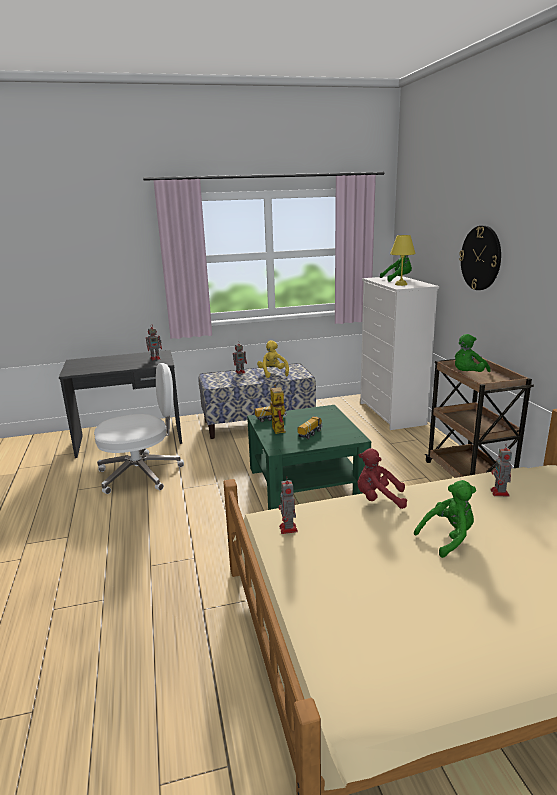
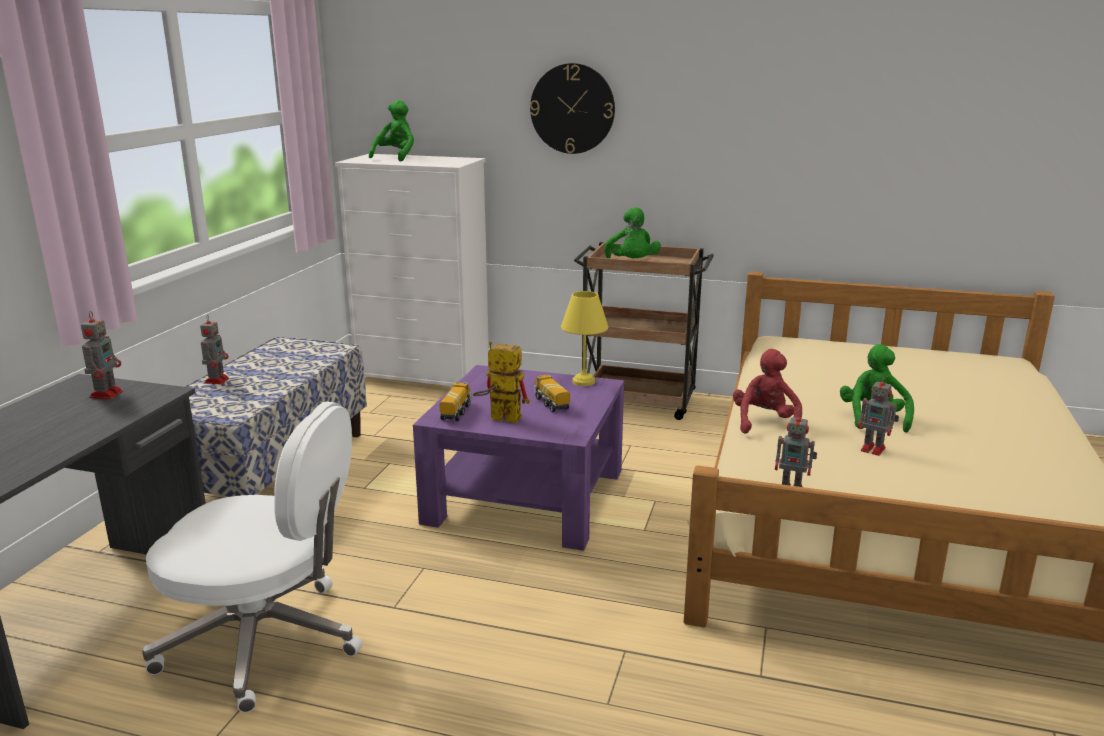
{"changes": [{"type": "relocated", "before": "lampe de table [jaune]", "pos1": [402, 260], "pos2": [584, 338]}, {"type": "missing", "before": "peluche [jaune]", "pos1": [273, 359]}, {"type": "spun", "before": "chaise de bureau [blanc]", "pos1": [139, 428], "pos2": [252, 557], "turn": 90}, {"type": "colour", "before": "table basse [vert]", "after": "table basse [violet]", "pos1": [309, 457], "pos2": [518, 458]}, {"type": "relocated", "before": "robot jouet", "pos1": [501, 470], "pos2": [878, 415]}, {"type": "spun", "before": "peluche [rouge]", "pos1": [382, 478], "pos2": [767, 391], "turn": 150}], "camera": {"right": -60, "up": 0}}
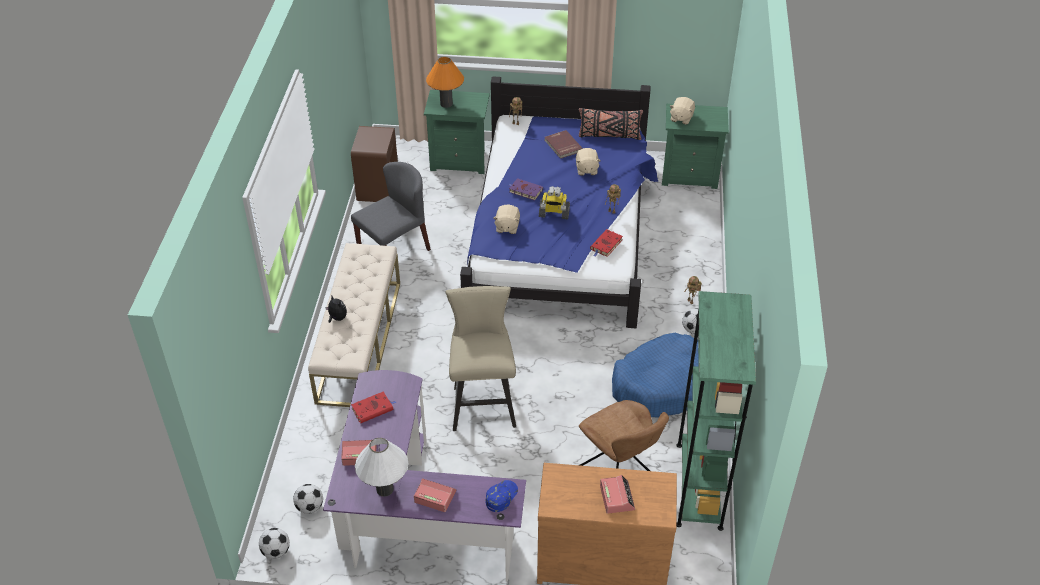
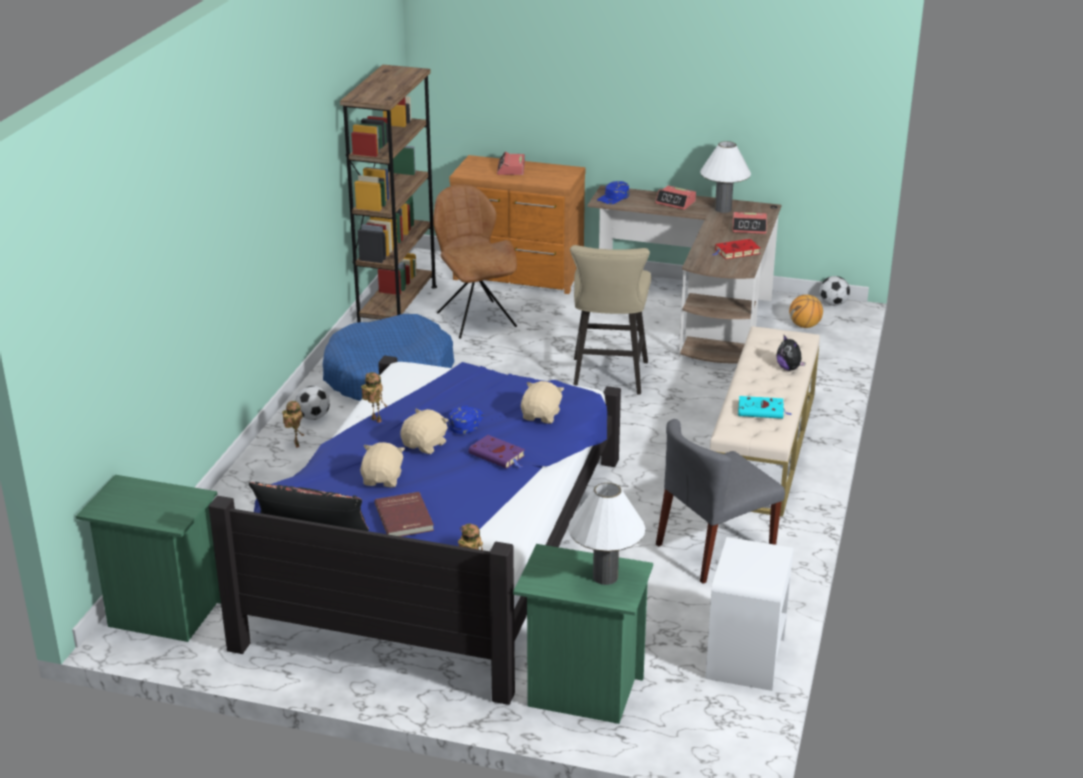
{"changes": [{"type": "colour", "before": "lampe de table [orange]", "after": "lampe de table [blanc]", "pos1": [445, 82], "pos2": [607, 534]}, {"type": "relocated", "before": "peluche [beige]", "pos1": [682, 111], "pos2": [424, 431]}, {"type": "colour", "before": "table de chevet [marron]", "after": "table de chevet [blanc]", "pos1": [374, 164], "pos2": [749, 614]}, {"type": "exchanged", "before": "robot jouet", "after": "casquette [bleu]", "pos1": [554, 202], "pos2": [466, 419]}, {"type": "missing", "before": "livre [rouge]", "pos1": [606, 243]}, {"type": "colour", "before": "bibliothèque [vert]", "after": "bibliothèque [marron]", "pos1": [716, 411], "pos2": [388, 193]}, {"type": "colour", "before": "bureau [violet]", "after": "bureau [marron]", "pos1": [424, 476], "pos2": [684, 274]}, {"type": "exchanged", "before": "ballon de foot", "after": "ballon de basket", "pos1": [308, 499], "pos2": [806, 311]}, {"type": "appeared", "after": "livre [turquoise]", "pos2": [765, 407]}], "camera": {"right": -170, "up": -15}}
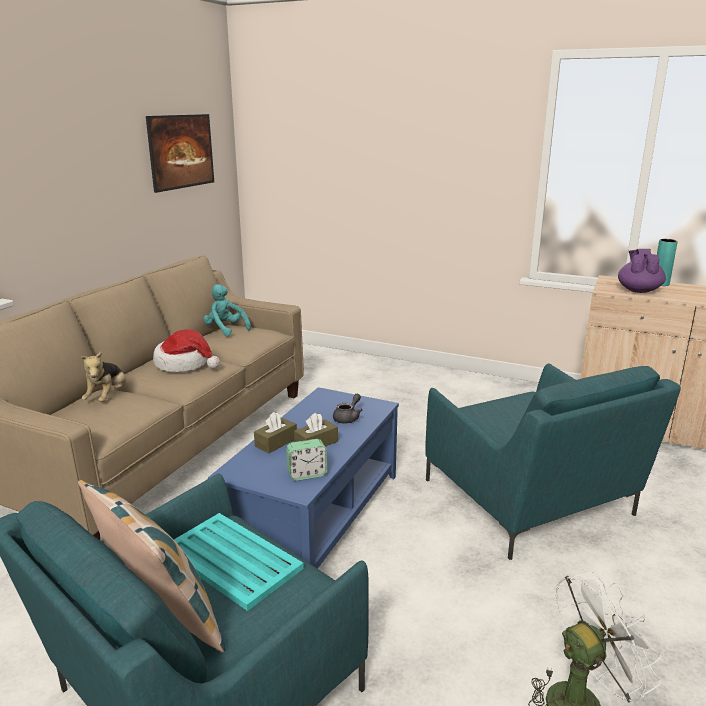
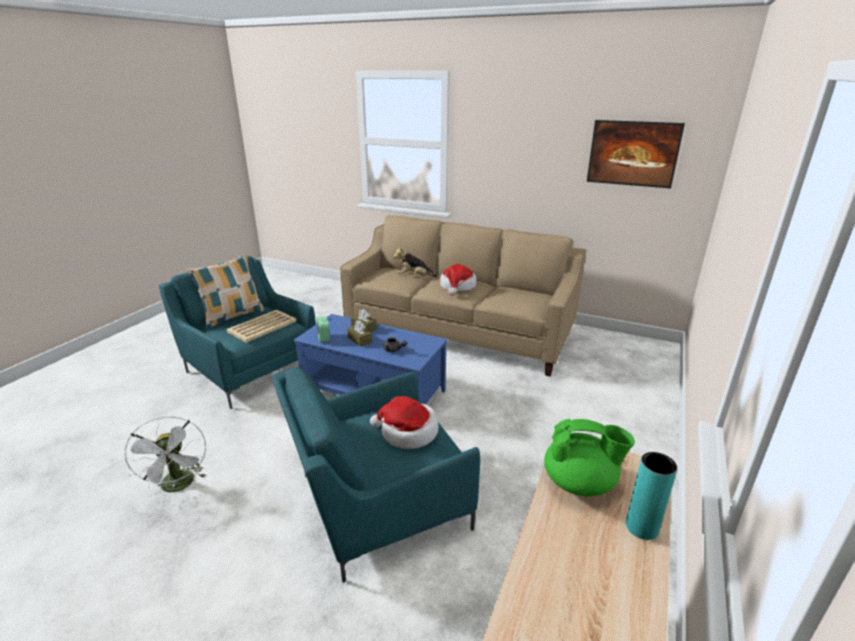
{"changes": [{"type": "colour", "before": "théière [violet]", "after": "théière [vert]", "pos1": [642, 271], "pos2": [589, 457]}, {"type": "missing", "before": "peluche [turquoise]", "pos1": [227, 310]}, {"type": "colour", "before": "plateau [turquoise]", "after": "plateau [beige]", "pos1": [239, 562], "pos2": [261, 326]}, {"type": "appeared", "after": "chapeau", "pos2": [404, 422]}], "camera": {"right": 90, "up": 5}}
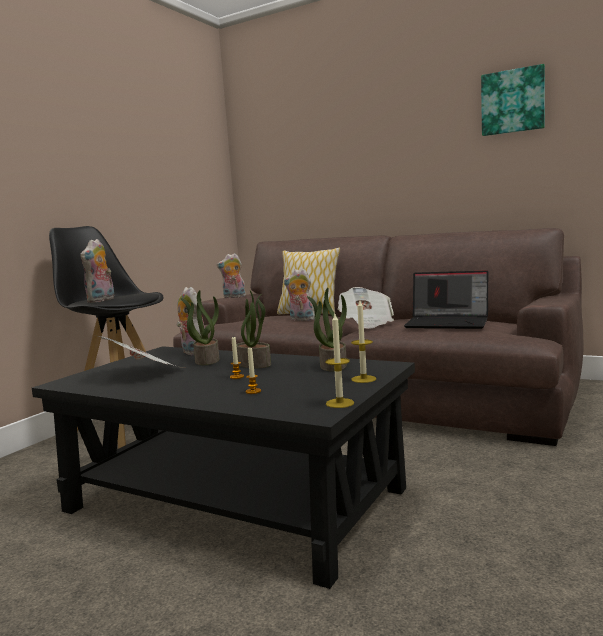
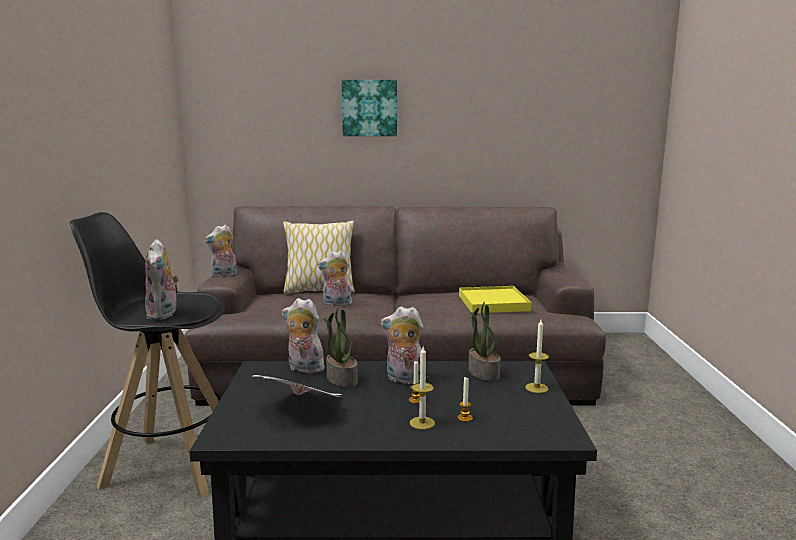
{"changes": [{"type": "relocated", "before": "tableau", "pos1": [513, 100], "pos2": [369, 108]}, {"type": "exchanged", "before": "ordinateur portable", "after": "plateau [jaune]", "pos1": [446, 299], "pos2": [495, 299]}, {"type": "missing", "before": "journal", "pos1": [366, 308]}, {"type": "exchanged", "before": "plante en pot", "after": "peluche", "pos1": [253, 329], "pos2": [402, 345]}, {"type": "relocated", "before": "bougie", "pos1": [339, 360], "pos2": [422, 388]}], "camera": {"right": -30, "up": 5}}
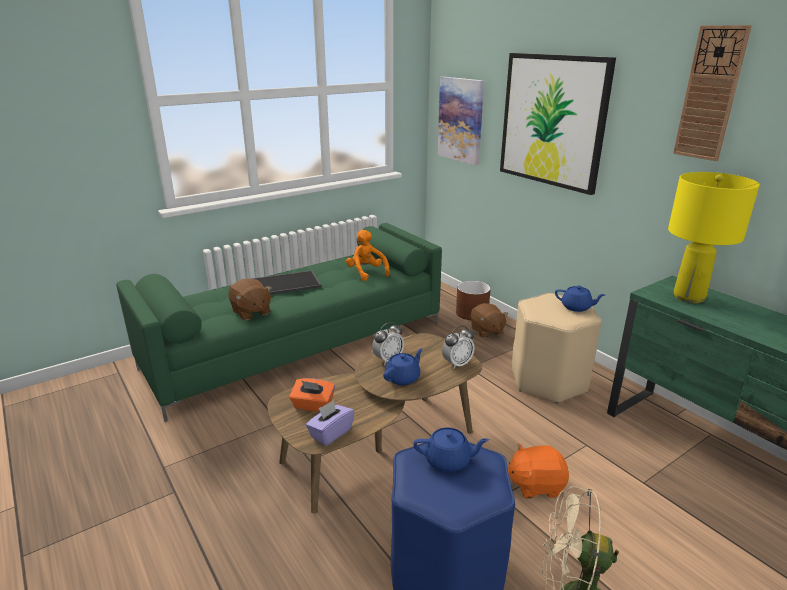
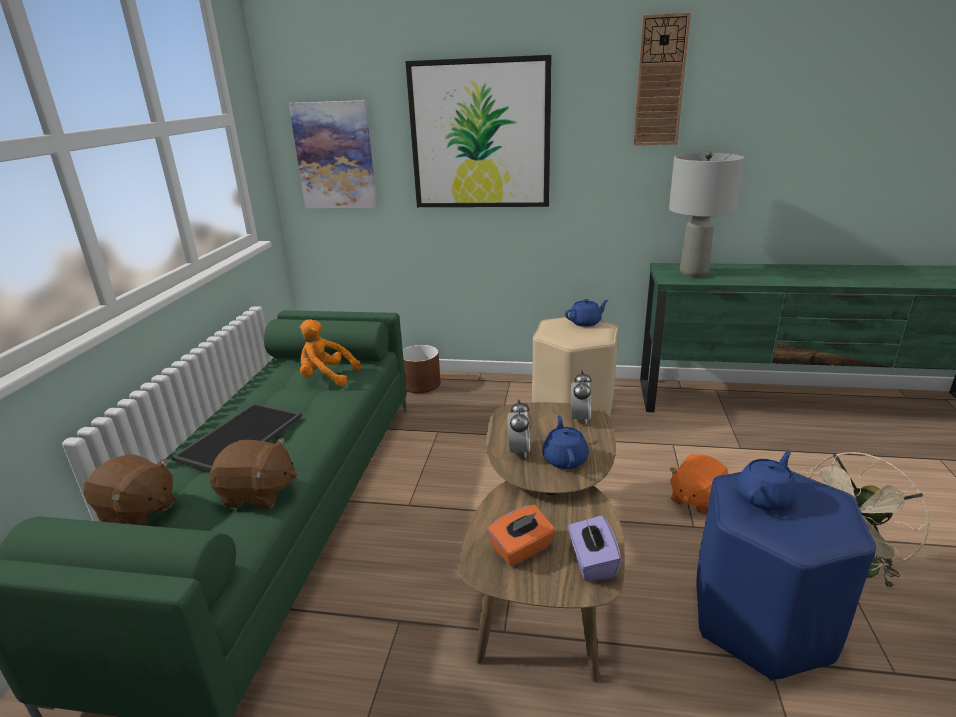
{"changes": [{"type": "colour", "before": "lampe de table [jaune]", "after": "lampe de table [gris]", "pos1": [714, 237], "pos2": [706, 214]}, {"type": "relocated", "before": "peluche [marron]", "pos1": [489, 320], "pos2": [130, 489]}], "camera": {"right": -45, "up": 0}}
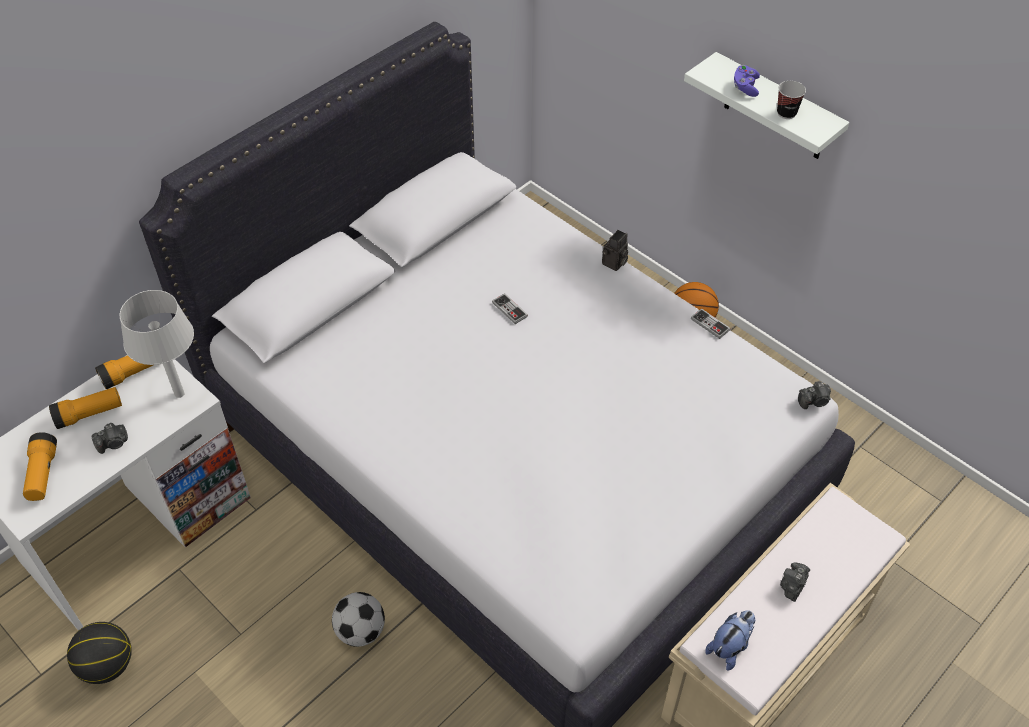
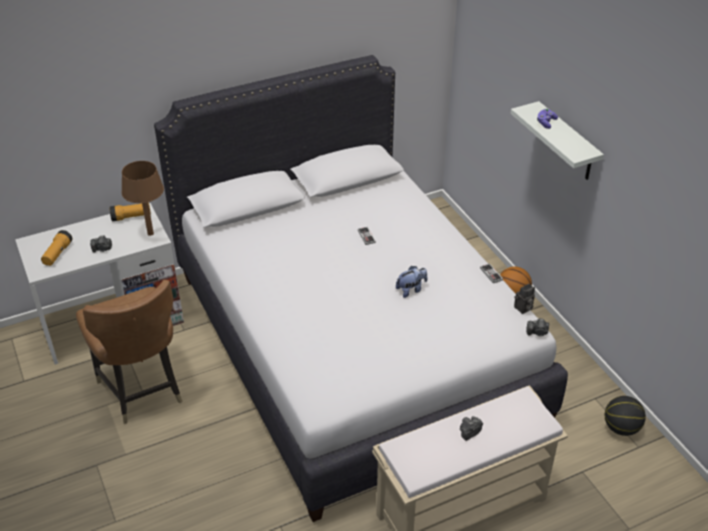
{"changes": [{"type": "missing", "before": "tasse", "pos1": [791, 100]}, {"type": "relocated", "before": "appareil photo", "pos1": [615, 250], "pos2": [524, 299]}, {"type": "colour", "before": "lampe de table [gris]", "after": "lampe de table [marron]", "pos1": [157, 344], "pos2": [143, 198]}, {"type": "missing", "before": "lampe de poche", "pos1": [85, 408]}, {"type": "missing", "before": "ballon de foot", "pos1": [358, 619]}, {"type": "relocated", "before": "peluche", "pos1": [730, 640], "pos2": [412, 282]}, {"type": "relocated", "before": "ballon de basket", "pos1": [99, 653], "pos2": [625, 416]}, {"type": "appeared", "after": "chaise [marron]", "pos2": [129, 352]}], "camera": {"right": 20, "up": -10}}
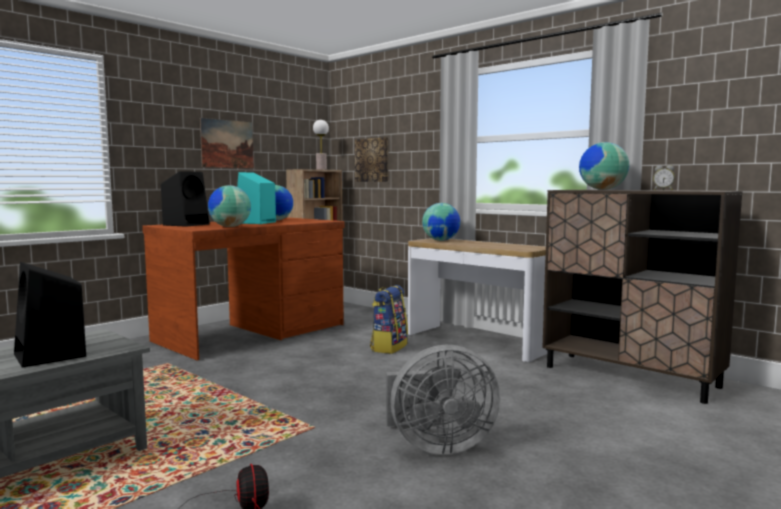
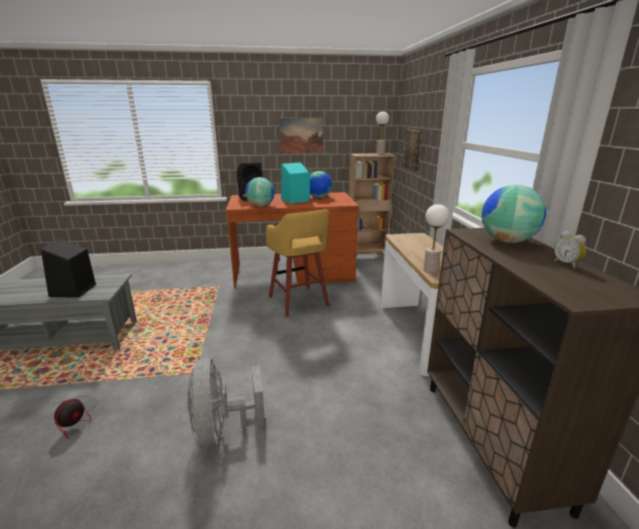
{"changes": [{"type": "missing", "before": "globe", "pos1": [441, 222]}, {"type": "missing", "before": "sac à dos", "pos1": [389, 319]}, {"type": "spun", "before": "ventilateur [gris]", "pos1": [443, 400], "pos2": [226, 403], "turn": 45}, {"type": "appeared", "after": "lampe de table", "pos2": [436, 238]}, {"type": "appeared", "after": "tabouret [jaune]", "pos2": [297, 263]}], "camera": {"right": 40, "up": 15}}
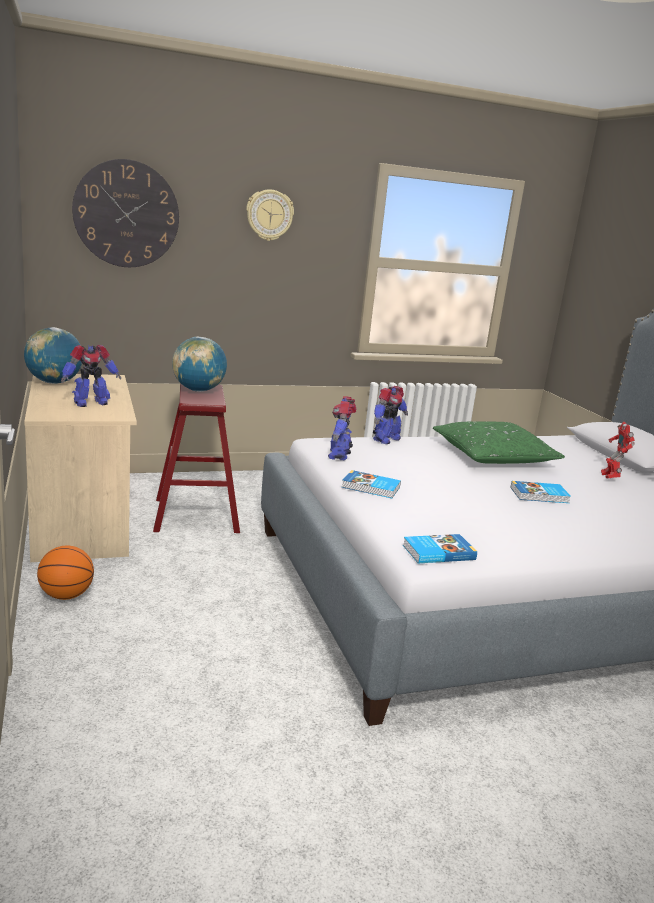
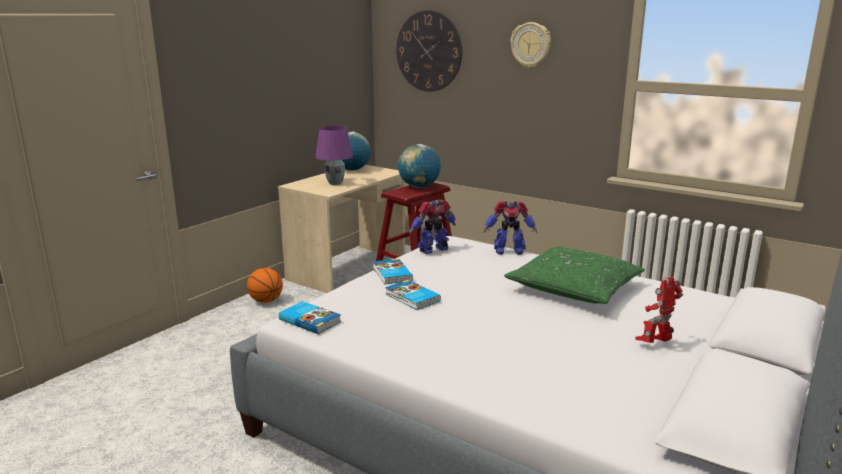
{"changes": [{"type": "exchanged", "before": "robot jouet", "after": "lampe de table [violet]", "pos1": [91, 376], "pos2": [334, 155]}, {"type": "relocated", "before": "livre", "pos1": [541, 492], "pos2": [413, 295]}], "camera": {"right": 55, "up": 0}}
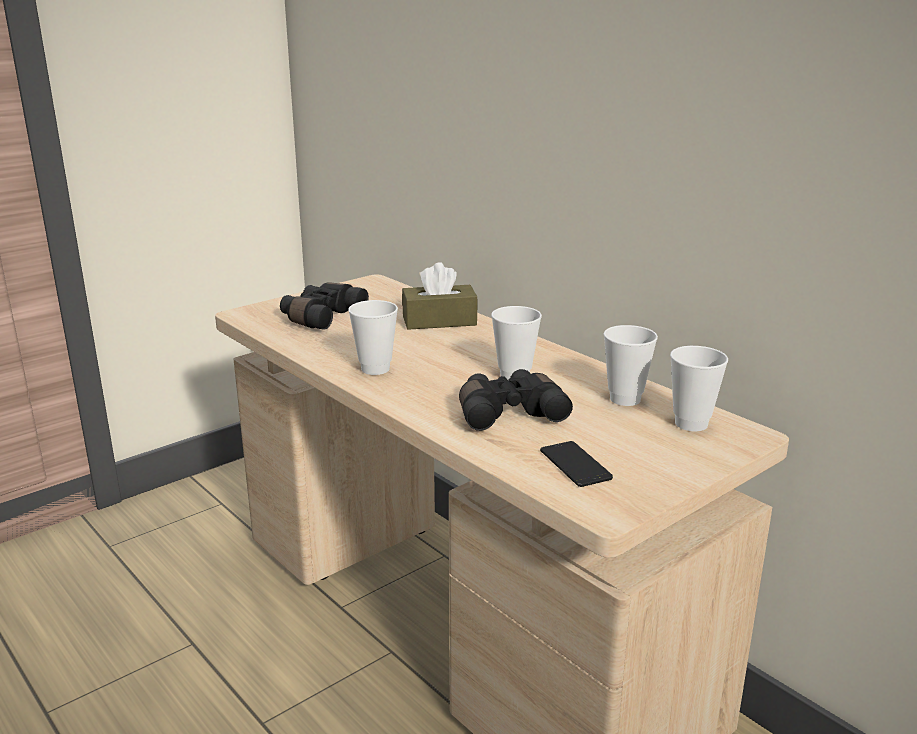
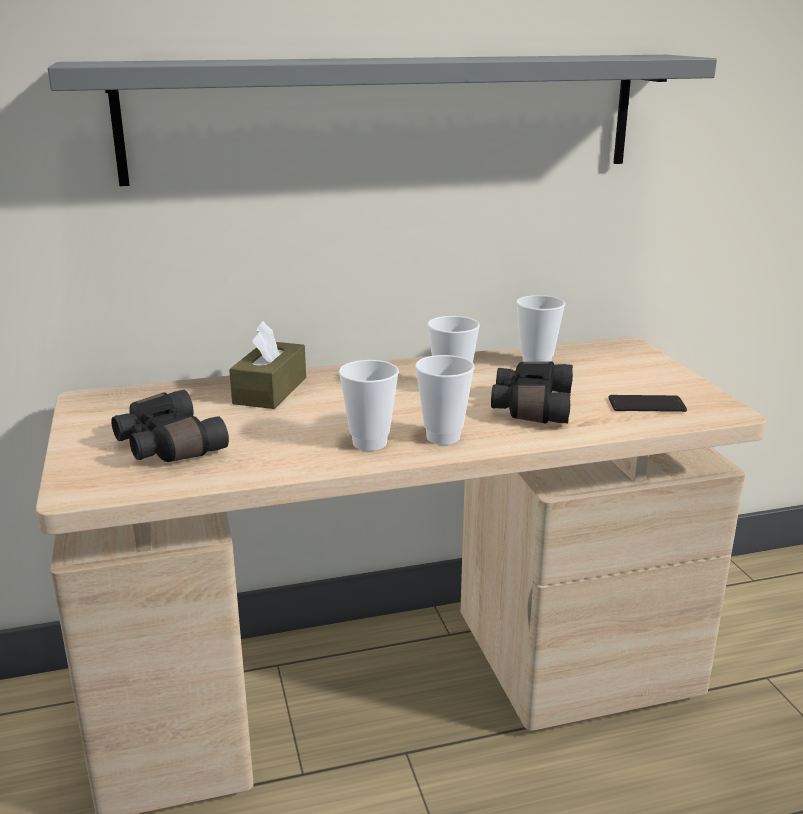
{"changes": [{"type": "relocated", "before": "tasse", "pos1": [699, 388], "pos2": [445, 400]}, {"type": "appeared", "after": "étagère [gris]", "pos2": [382, 120]}], "camera": {"right": -65, "up": 0}}
